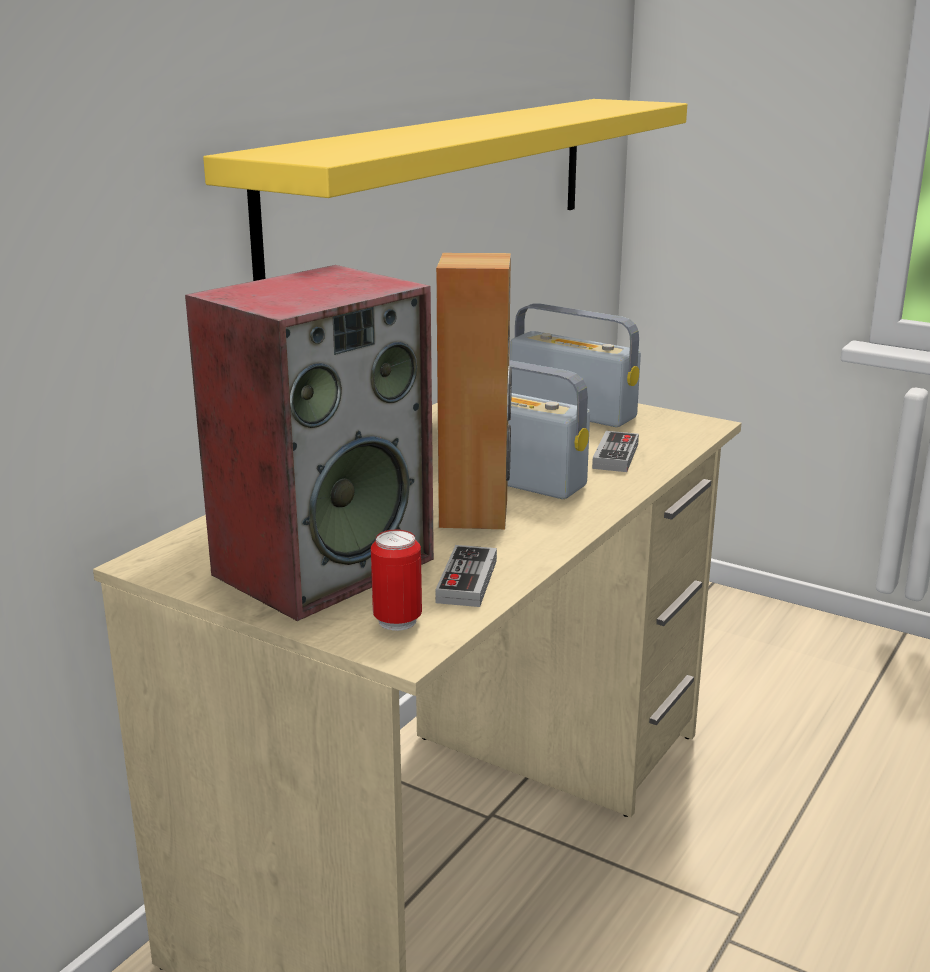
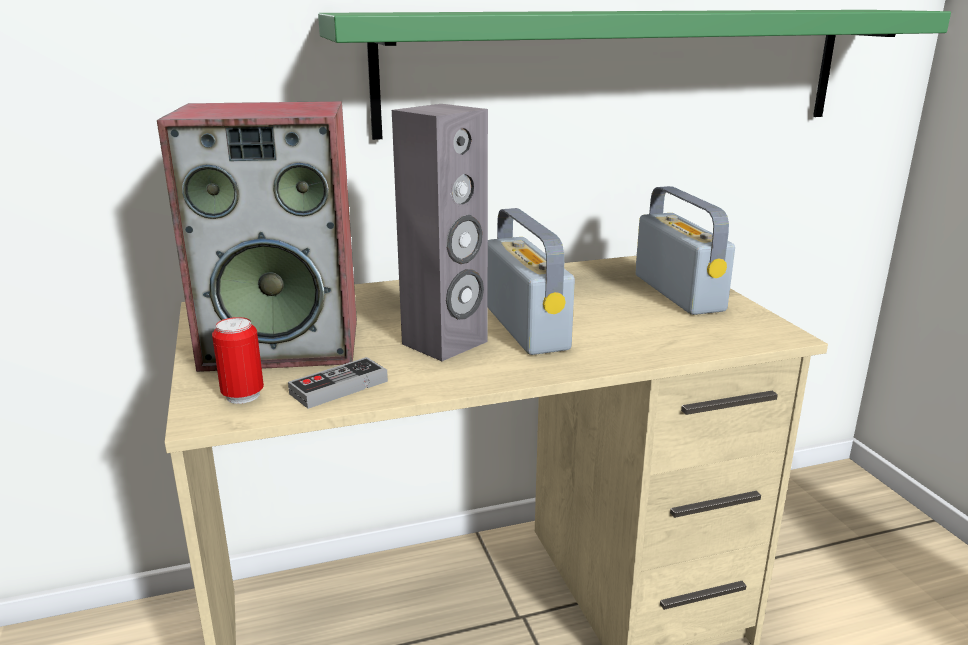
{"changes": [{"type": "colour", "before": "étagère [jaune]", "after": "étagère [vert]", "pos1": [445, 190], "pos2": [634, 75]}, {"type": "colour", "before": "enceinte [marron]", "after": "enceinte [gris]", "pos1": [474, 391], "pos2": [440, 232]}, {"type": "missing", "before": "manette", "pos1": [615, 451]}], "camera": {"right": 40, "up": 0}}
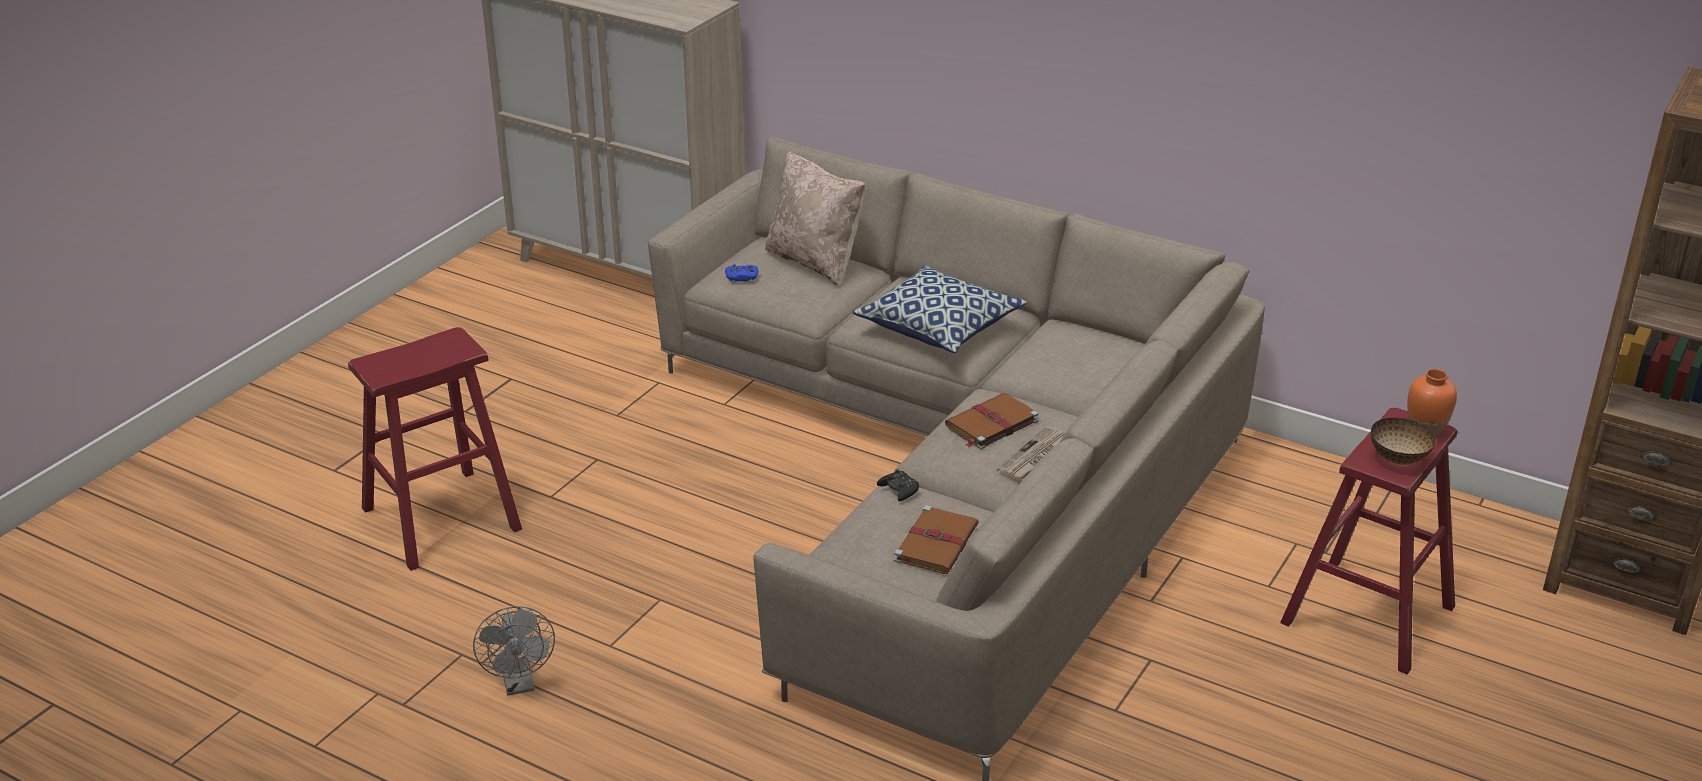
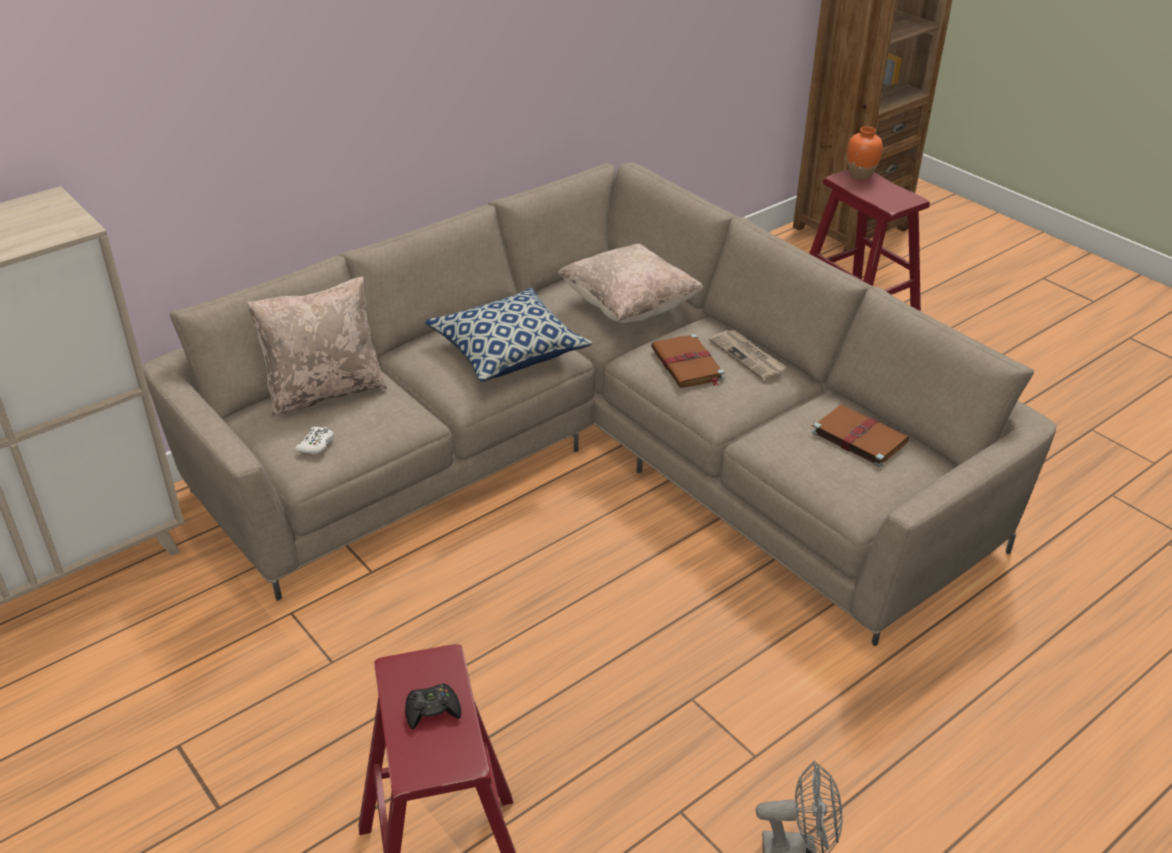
{"changes": [{"type": "colour", "before": "manette [bleu]", "after": "manette [blanc]", "pos1": [741, 273], "pos2": [314, 440]}, {"type": "missing", "before": "bol", "pos1": [1403, 441]}, {"type": "relocated", "before": "manette [noir]", "pos1": [898, 485], "pos2": [433, 706]}, {"type": "appeared", "after": "coussin [beige]", "pos2": [631, 283]}], "camera": {"right": -70, "up": 5}}
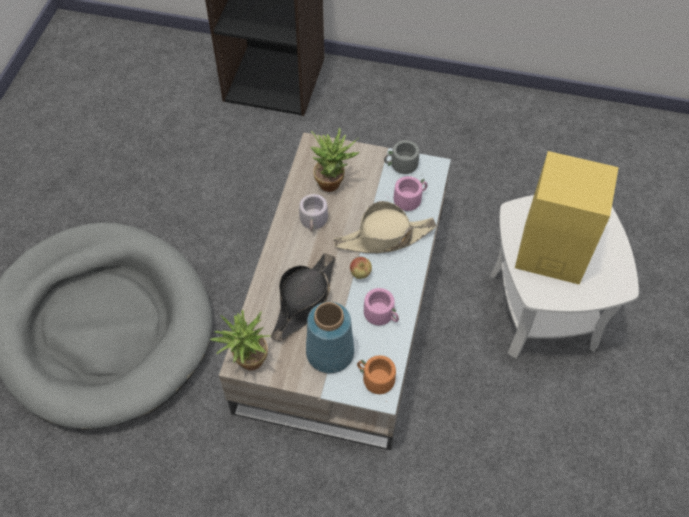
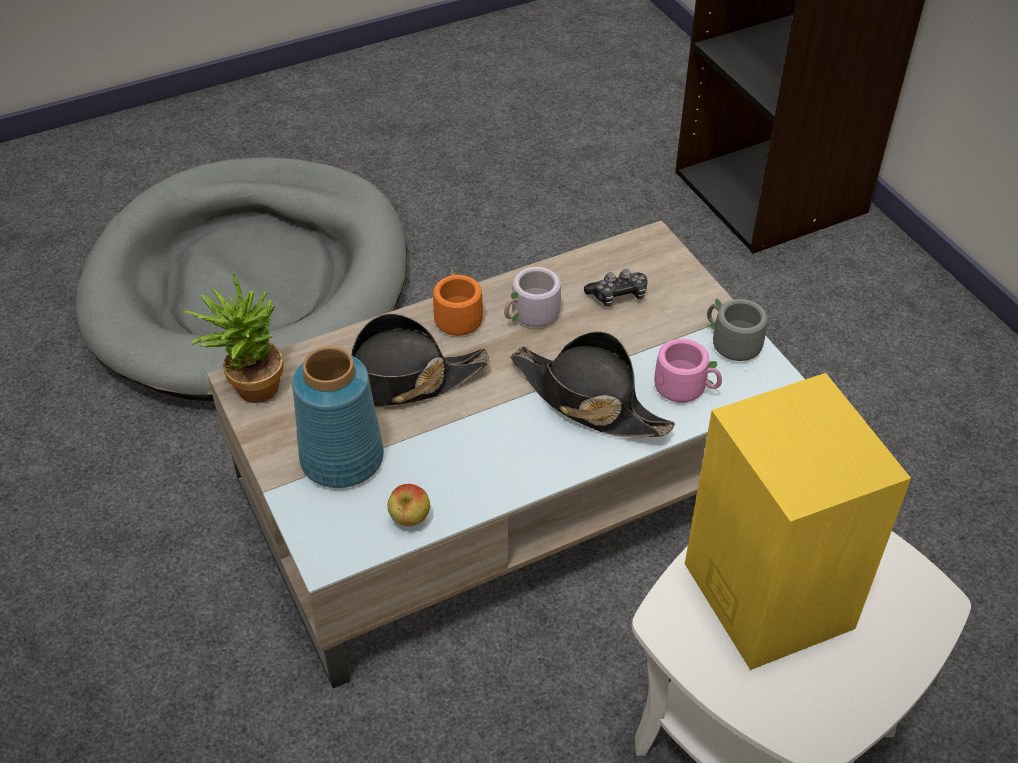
{"changes": [{"type": "exchanged", "before": "plante en pot", "after": "manette", "pos1": [335, 159], "pos2": [616, 288]}, {"type": "colour", "before": "chapeau [beige]", "after": "chapeau [noir]", "pos1": [384, 227], "pos2": [592, 384]}, {"type": "relocated", "before": "pomme", "pos1": [361, 268], "pos2": [409, 505]}, {"type": "missing", "before": "mug [rose]", "pos1": [381, 306]}, {"type": "relocated", "before": "mug [orange]", "pos1": [376, 374], "pos2": [458, 305]}], "camera": {"right": 50, "up": -10}}
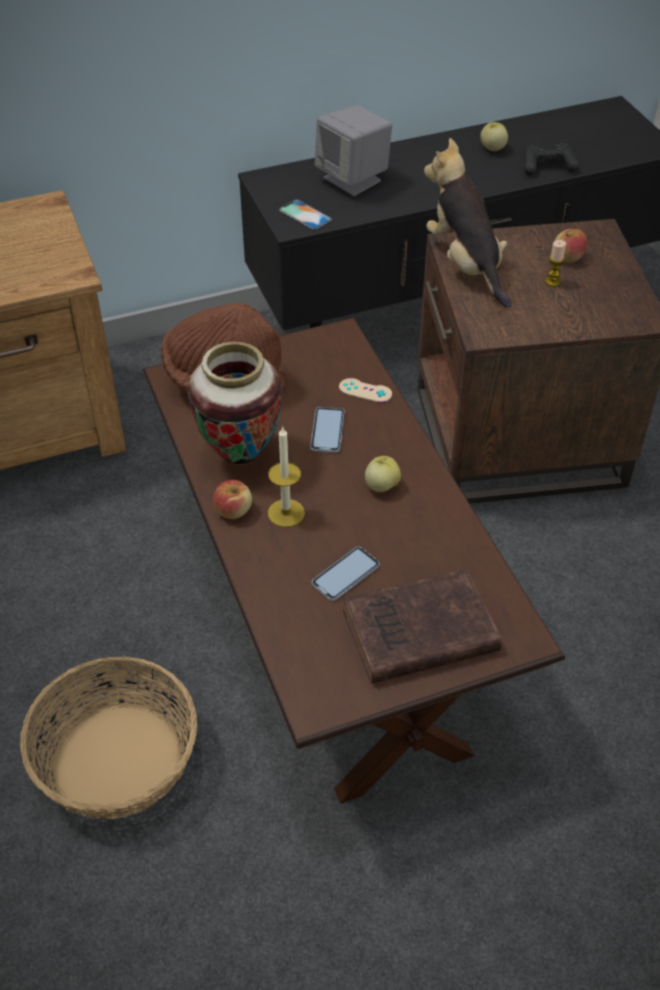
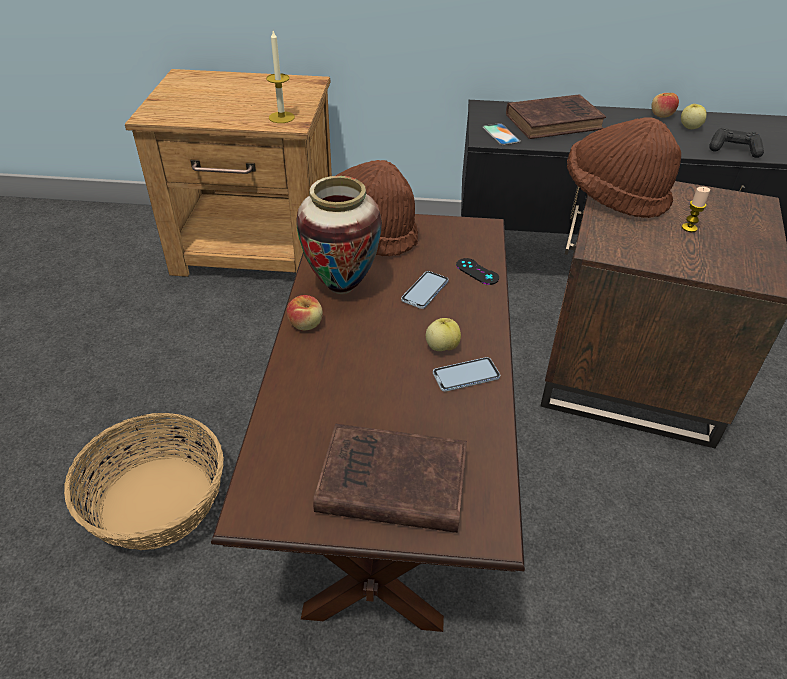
{"changes": [{"type": "exchanged", "before": "enceinte [gris]", "after": "livre [marron]", "pos1": [353, 150], "pos2": [556, 116]}, {"type": "exchanged", "before": "peluche", "after": "chapeau [marron]", "pos1": [468, 223], "pos2": [624, 167]}, {"type": "relocated", "before": "pomme", "pos1": [571, 246], "pos2": [665, 105]}, {"type": "colour", "before": "manette [beige]", "after": "manette [noir]", "pos1": [365, 390], "pos2": [477, 271]}, {"type": "relocated", "before": "bougie", "pos1": [286, 476], "pos2": [280, 77]}, {"type": "relocated", "before": "téléphone", "pos1": [346, 574], "pos2": [466, 374]}], "camera": {"right": 25, "up": -5}}
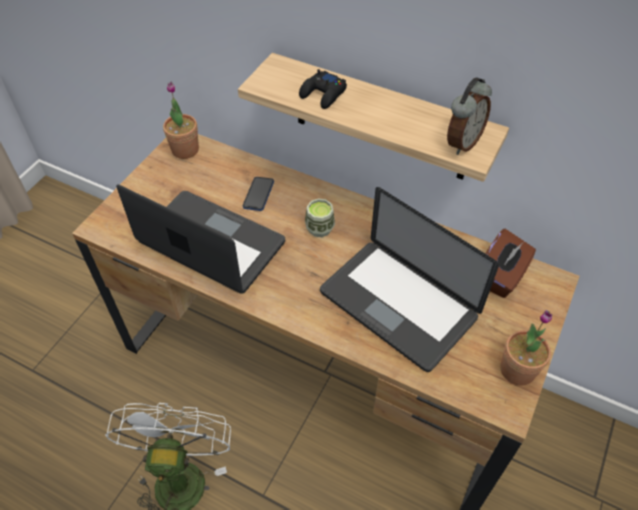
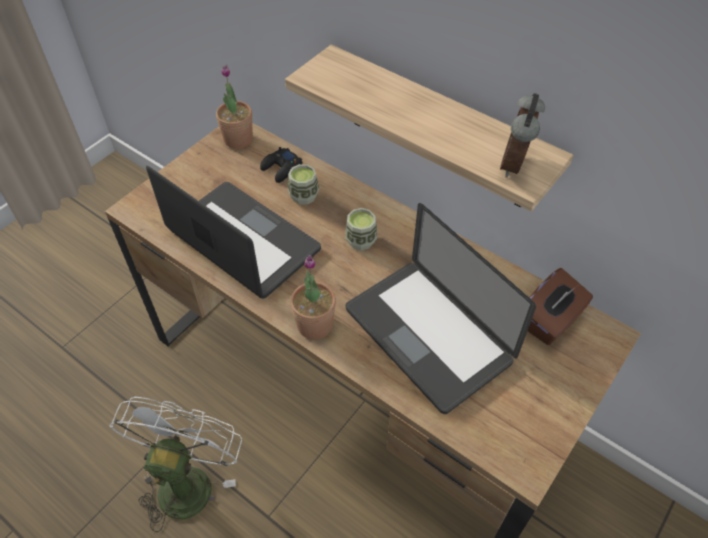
{"changes": [{"type": "relocated", "before": "manette [noir]", "pos1": [323, 89], "pos2": [281, 165]}, {"type": "spun", "before": "réveil", "pos1": [469, 116], "pos2": [522, 135], "turn": 150}, {"type": "exchanged", "before": "téléphone", "after": "tasse", "pos1": [258, 194], "pos2": [303, 184]}, {"type": "relocated", "before": "plante en pot", "pos1": [526, 348], "pos2": [313, 297]}], "camera": {"right": 10, "up": 0}}
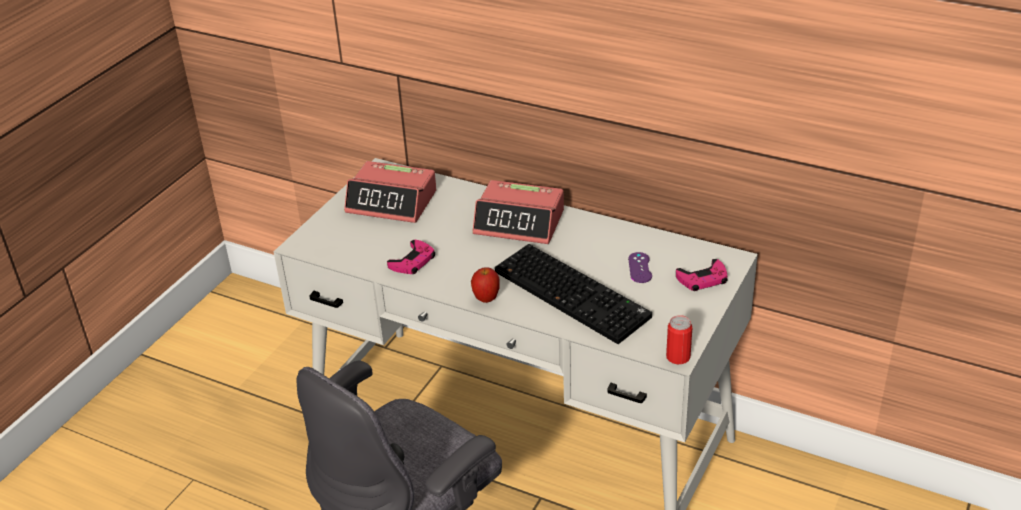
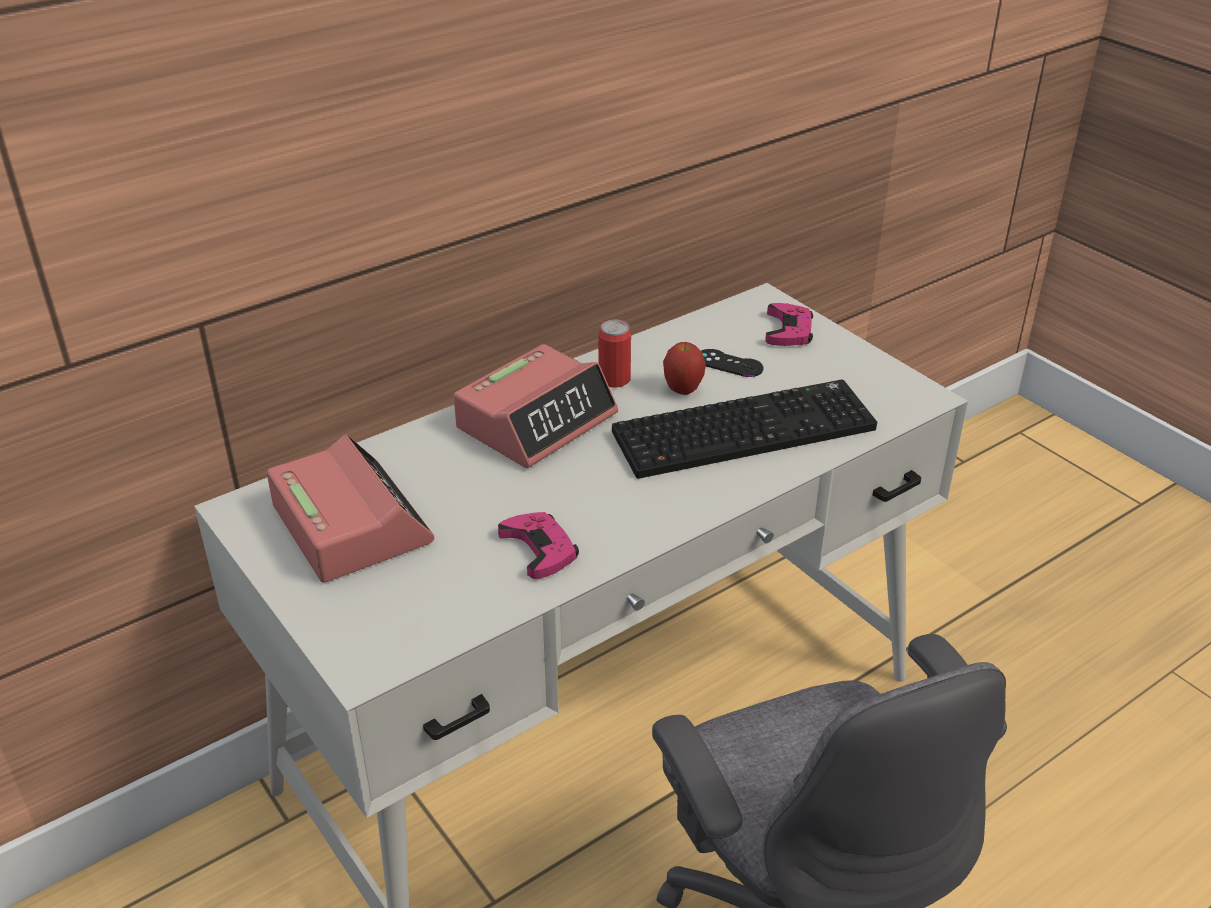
{"changes": [{"type": "spun", "before": "réveil", "pos1": [390, 192], "pos2": [351, 508], "turn": -75}, {"type": "colour", "before": "manette [violet]", "after": "manette [noir]", "pos1": [640, 267], "pos2": [732, 363]}, {"type": "relocated", "before": "pomme", "pos1": [485, 285], "pos2": [684, 368]}, {"type": "relocated", "before": "boîte métallique", "pos1": [679, 339], "pos2": [614, 354]}], "camera": {"right": -65, "up": 0}}
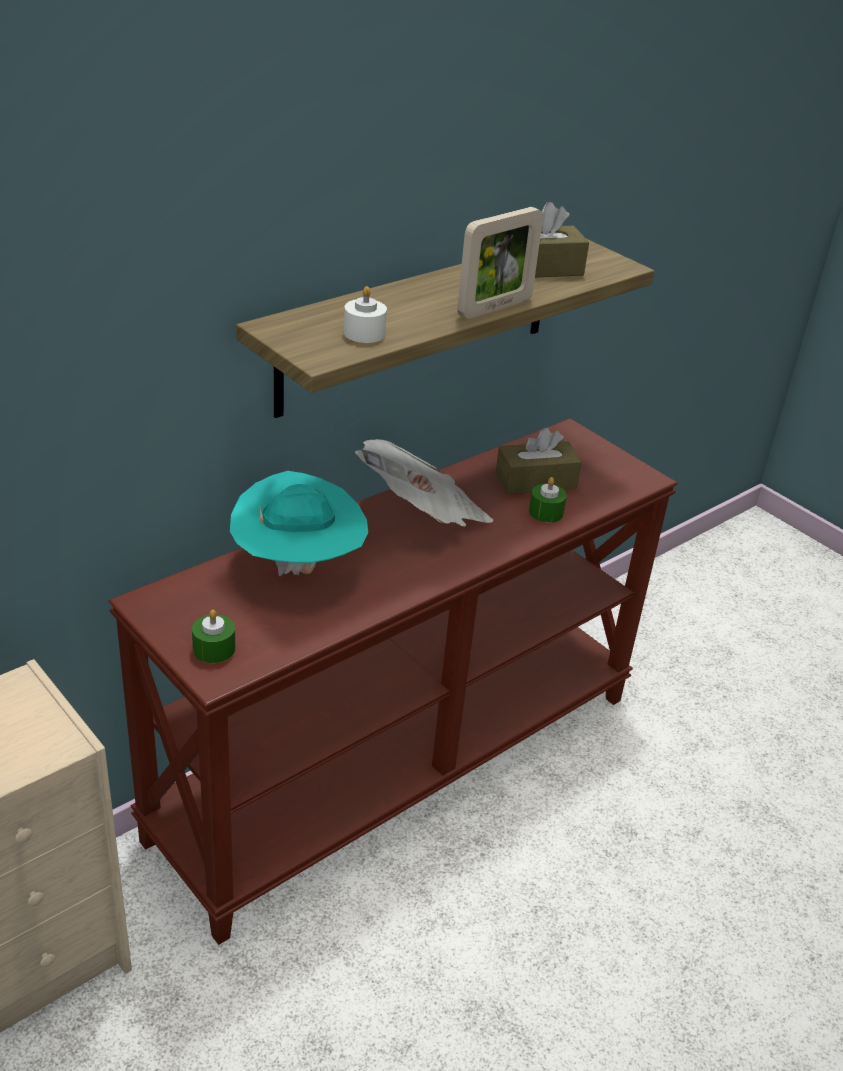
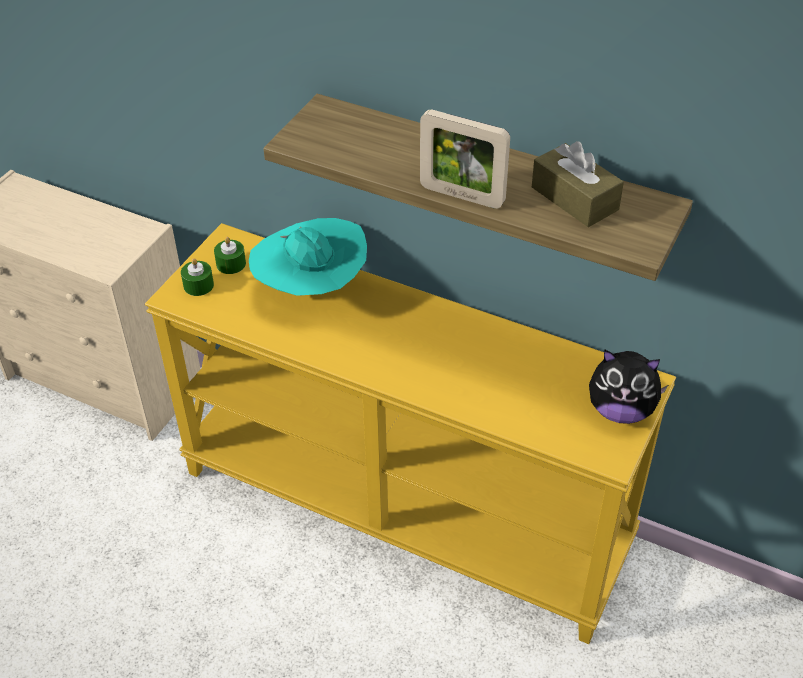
{"changes": [{"type": "missing", "before": "bougie [blanc]", "pos1": [365, 314]}, {"type": "colour", "before": "table console [marron]", "after": "table console [jaune]", "pos1": [393, 681], "pos2": [410, 433]}, {"type": "missing", "before": "boîte à mouchoirs [marron]", "pos1": [538, 461]}, {"type": "missing", "before": "journal", "pos1": [424, 483]}, {"type": "relocated", "before": "bougie [vert]", "pos1": [548, 499], "pos2": [230, 255]}, {"type": "appeared", "after": "peluche", "pos2": [628, 387]}], "camera": {"right": 70, "up": 10}}
